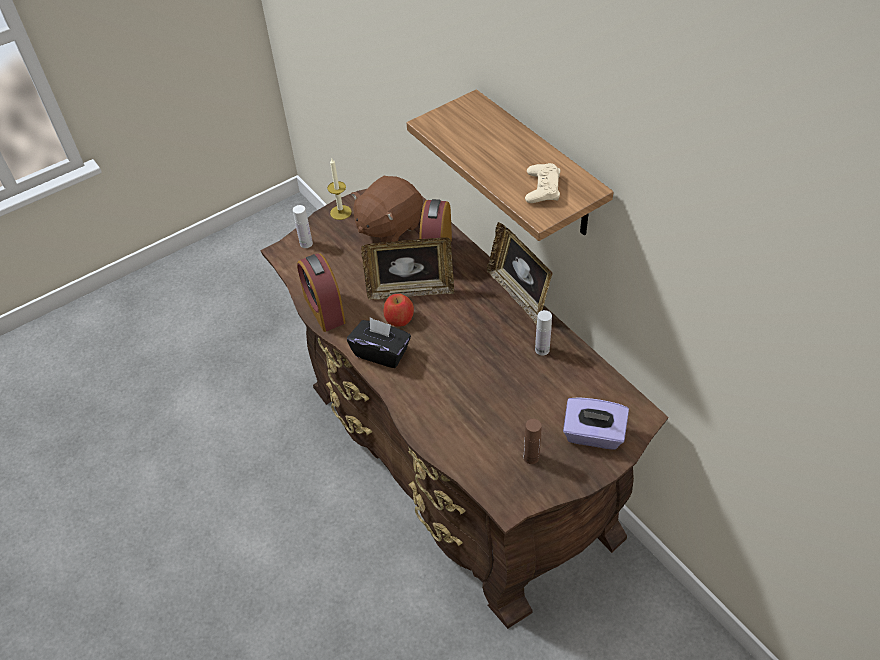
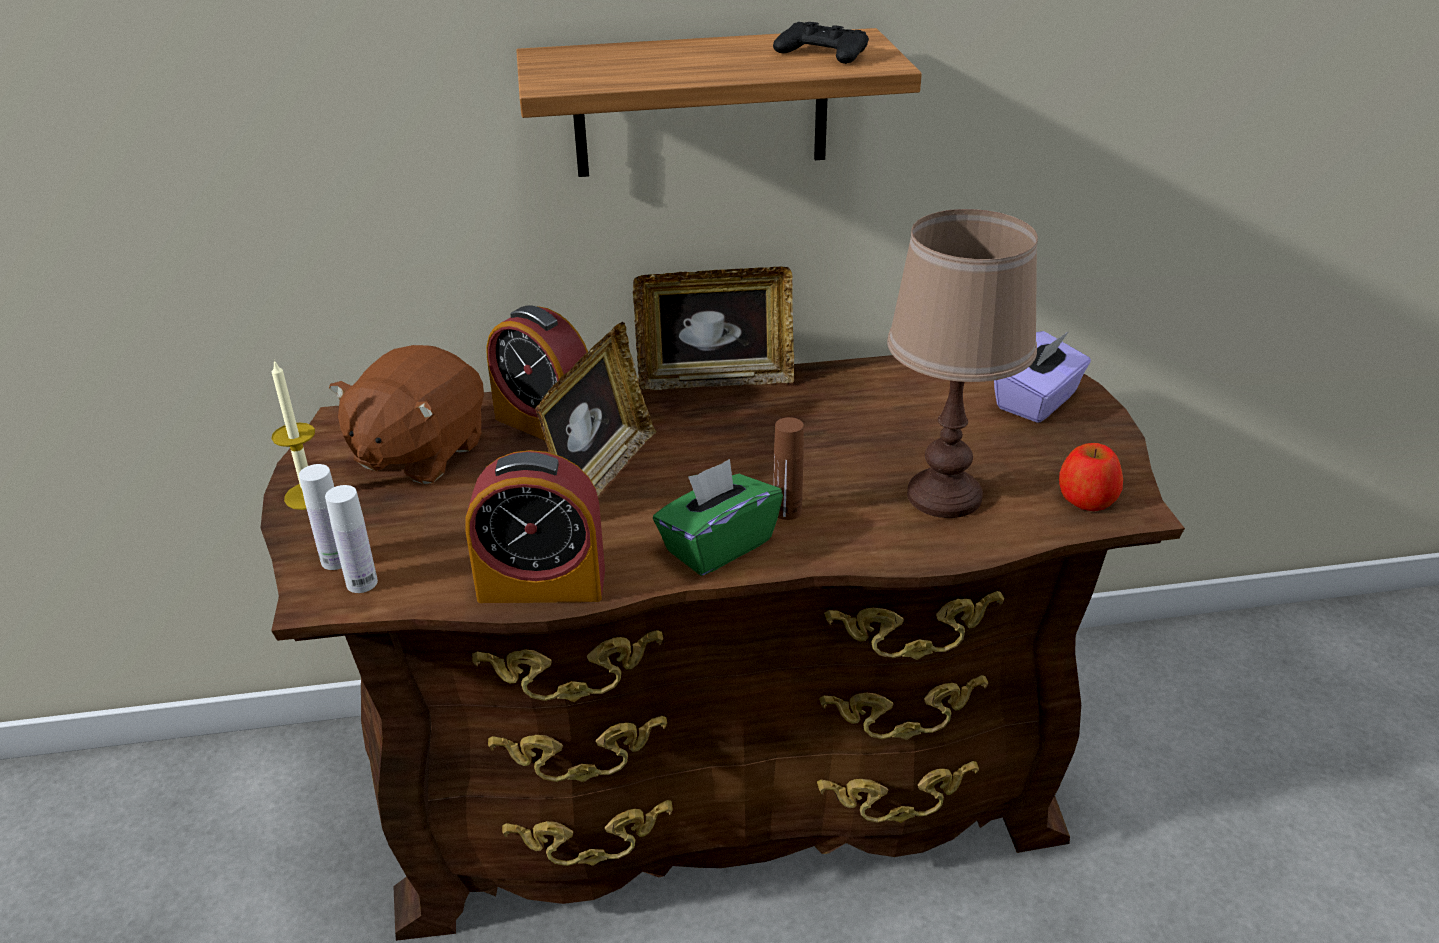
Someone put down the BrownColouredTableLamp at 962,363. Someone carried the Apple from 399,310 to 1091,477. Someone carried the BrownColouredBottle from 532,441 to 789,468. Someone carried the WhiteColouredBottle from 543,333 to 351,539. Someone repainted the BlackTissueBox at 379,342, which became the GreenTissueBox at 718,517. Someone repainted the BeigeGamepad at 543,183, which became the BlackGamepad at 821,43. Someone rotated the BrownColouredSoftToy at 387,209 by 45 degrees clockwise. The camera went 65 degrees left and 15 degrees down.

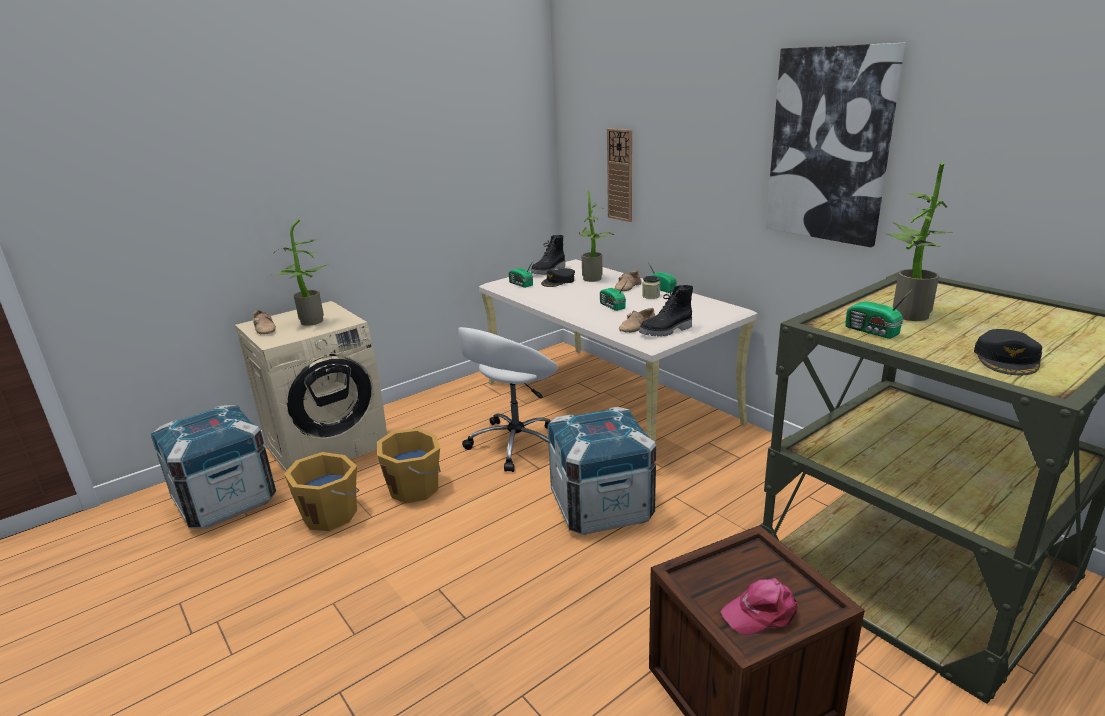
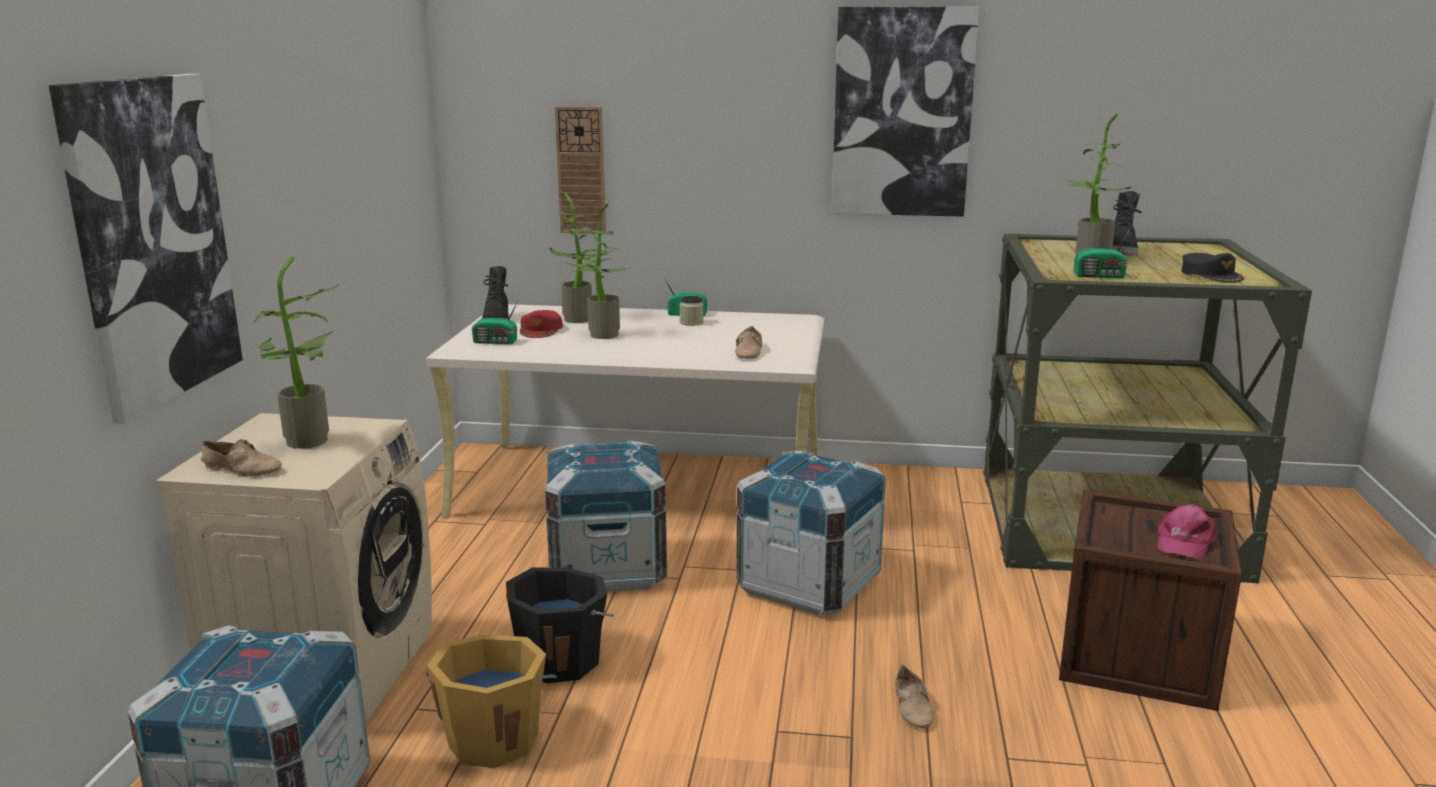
Someone took away the RadioSet at 613,296. Someone put up the WallPicture at 146,249. Someone put down the PlantInAPot at 594,271. Someone carried the BeigeItemOfFootwear from 628,281 to 914,696. Someone carried the BlackHighTopBoot from 666,311 to 1127,223. Someone swapped the WhiteColouredOfficeChair at 508,399 for the ShippingCrate at 606,516. Someone repainted the OrangeyBucket at 409,466, which became the BlackBucket at 560,625. Someone repainted the BlackPeakedCap at 558,277, which became the ReddishPeakedCap at 541,324. The camera went 45 degrees left and 5 degrees down.

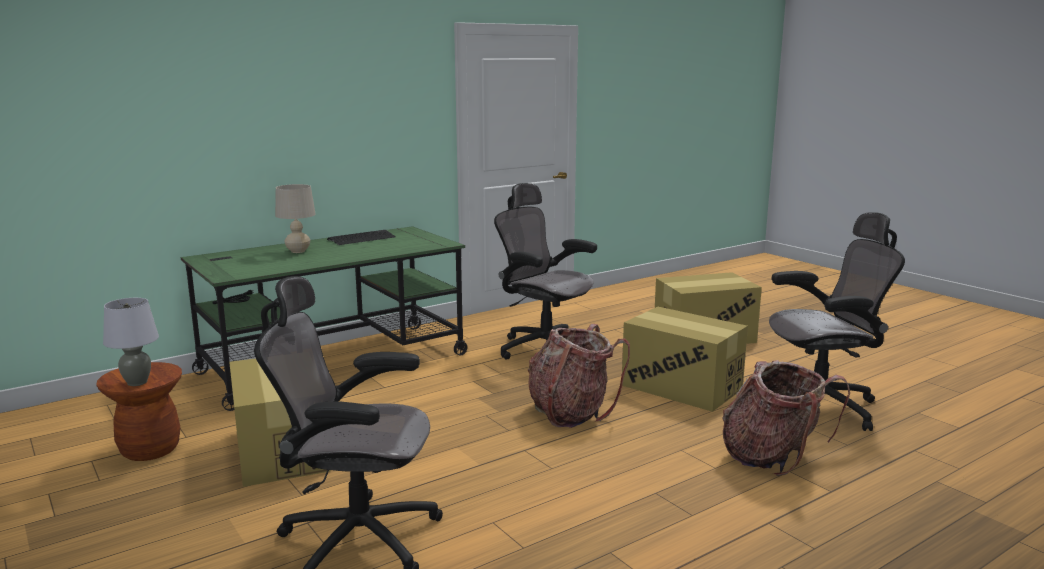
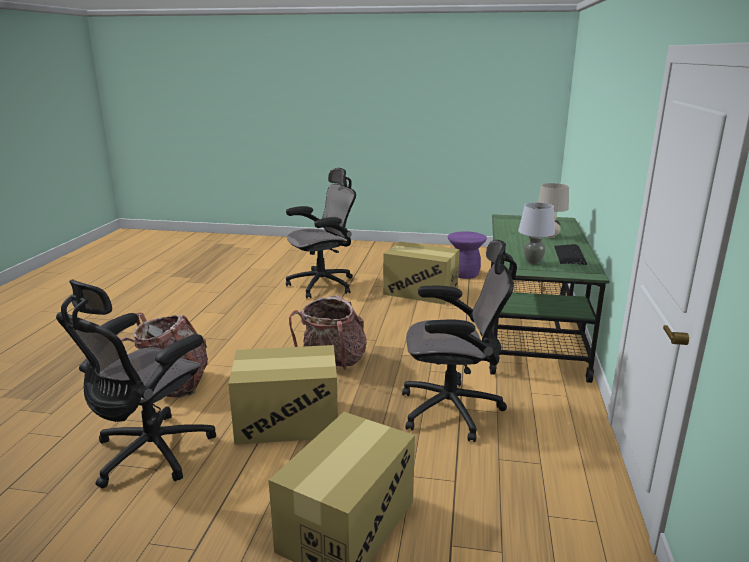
Someone carried the GrayTableLamp from 131,342 to 536,233. Someone repainted the BrownColouredStoolSeat at 139,411, which became the PurplishStoolSeat at 467,255. The camera went 135 degrees right and 5 degrees up.

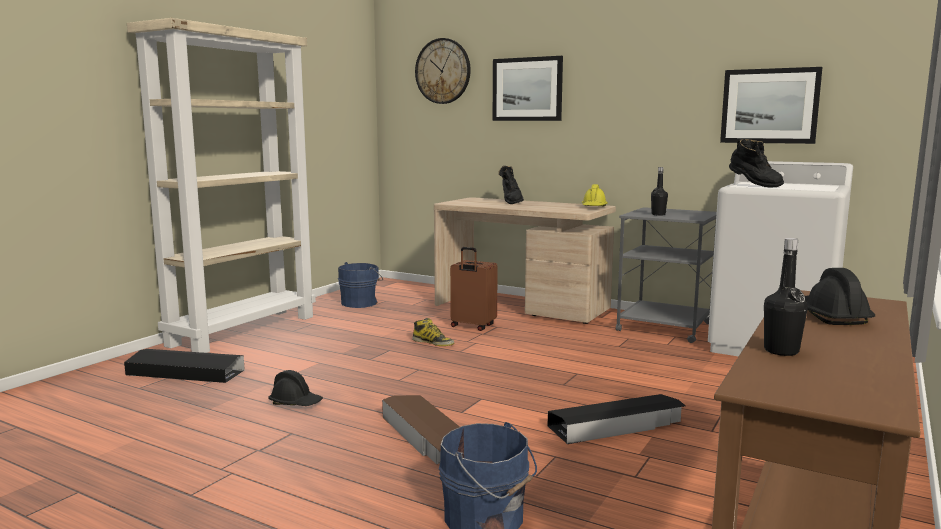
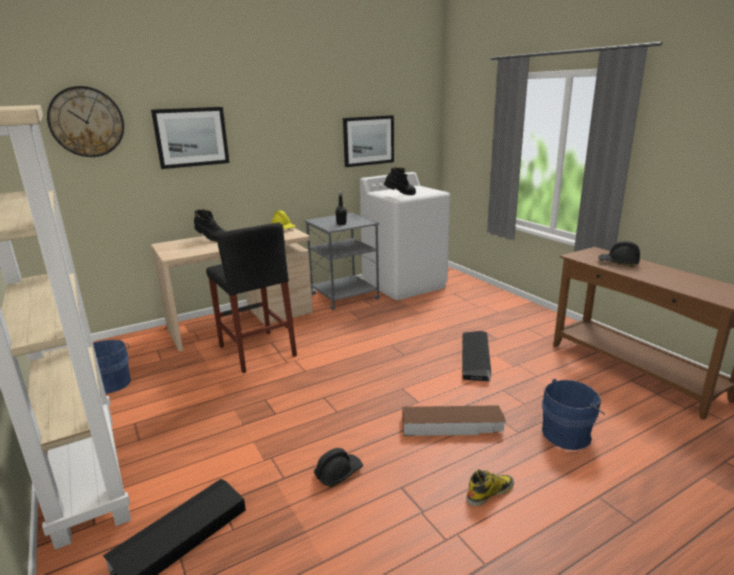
Someone took away the BlackBottle at 786,297. Someone carried the HighTopBoot from 433,332 to 490,487. Someone swapped the BrownColouredTravelCase at 474,289 for the BlackStoolSeat at 251,298. The camera went 60 degrees left and 10 degrees up.

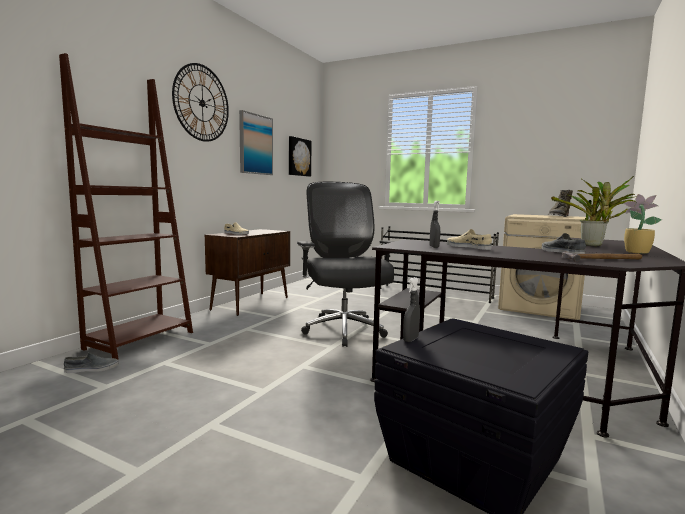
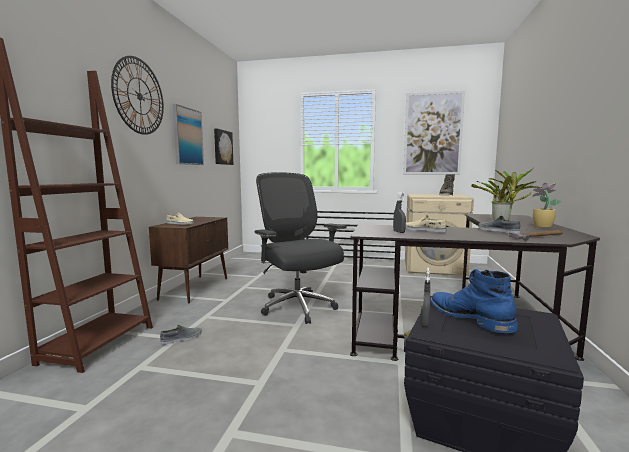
Someone put up the WallPicture at 434,132. Someone put down the BluishHighTopBoot at 474,301. Someone carried the GrayItemOfFootwear from 91,362 to 181,335. The camera went 15 degrees left and 0 degrees up.

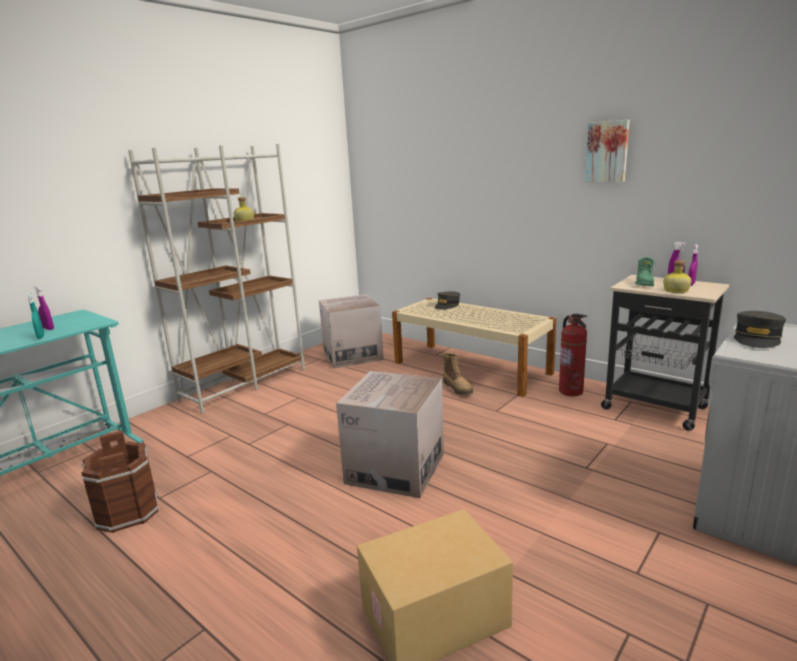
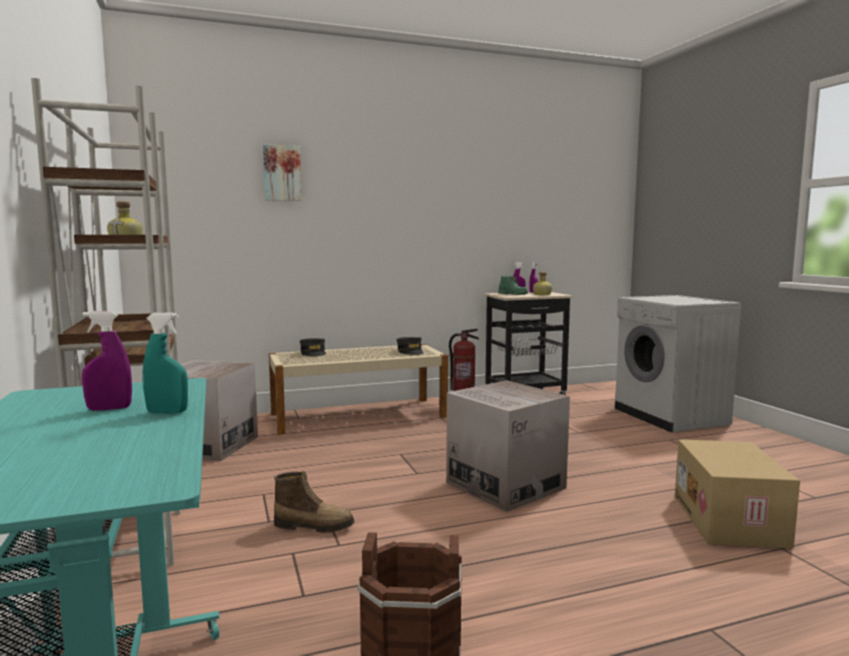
Someone carried the HighTopBoot from 458,374 to 314,502. Someone carried the WallPicture from 607,151 to 282,172. Someone carried the GrayPeakedCap from 760,329 to 410,346. The camera went 60 degrees left and 10 degrees down.

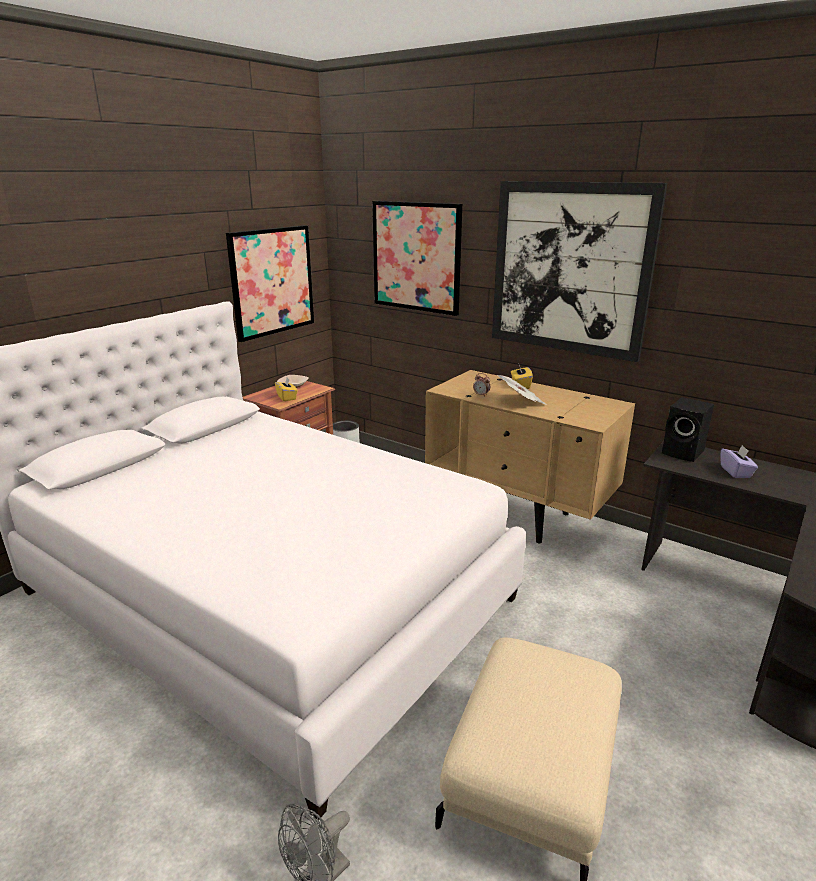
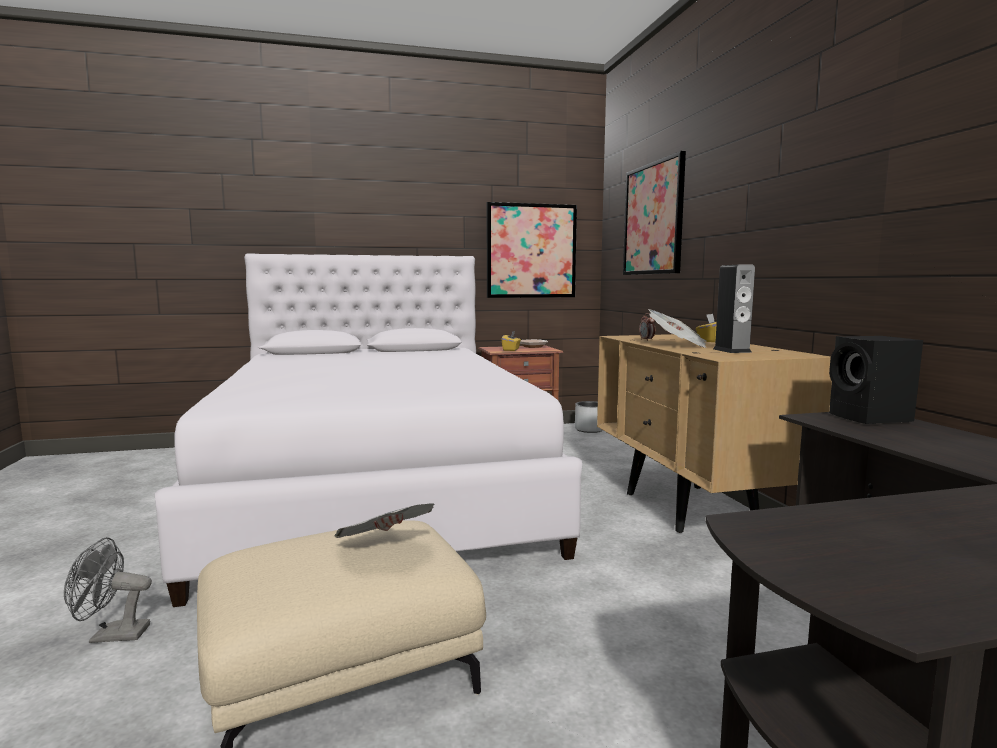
Someone took away the WallPicture at 580,271. Someone took away the PurplishTissueBox at 739,461. Someone put down the DailyPaper at 384,520. Someone put down the Speaker at 734,308. The camera went 40 degrees right and 15 degrees down.

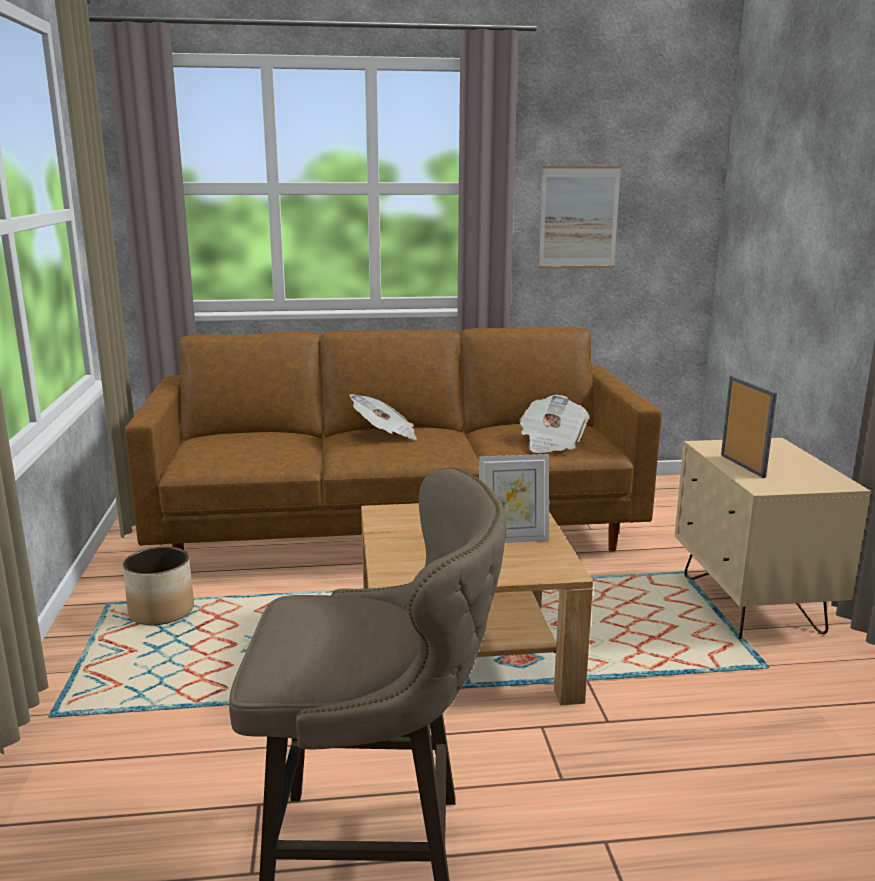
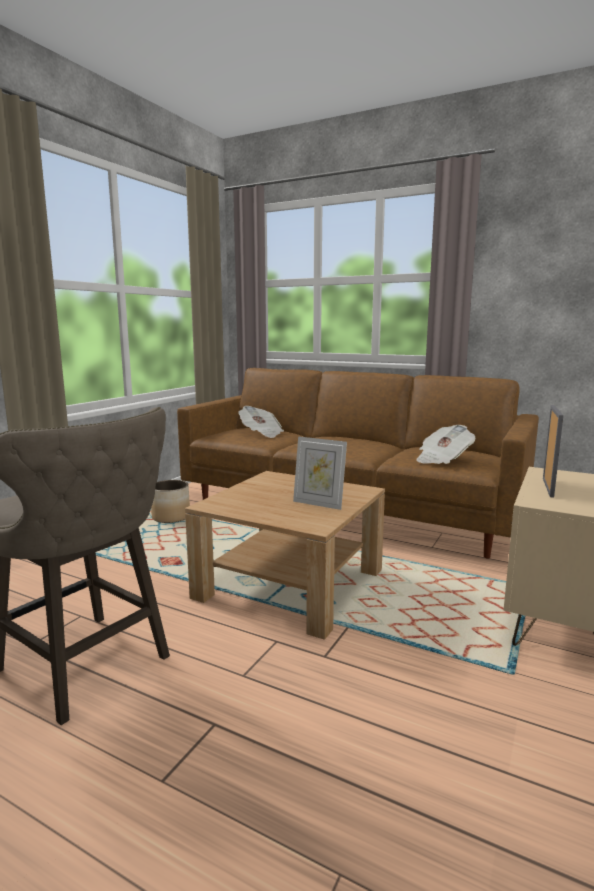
Someone took away the WallPicture at 580,217. Someone carried the DailyPaper from 383,417 to 261,422. The camera went 35 degrees right and 5 degrees down.

